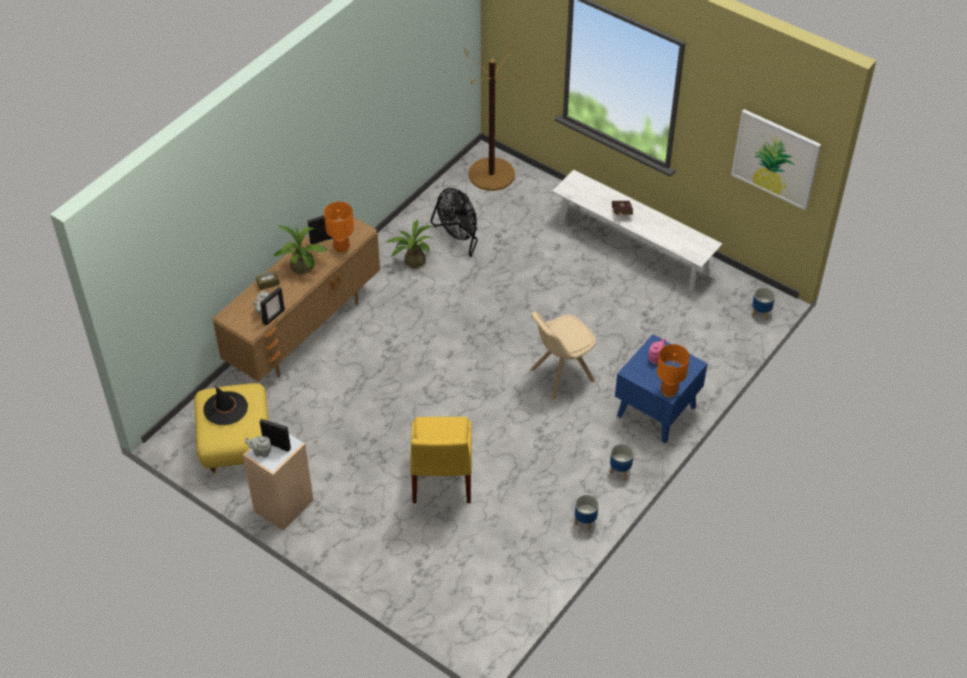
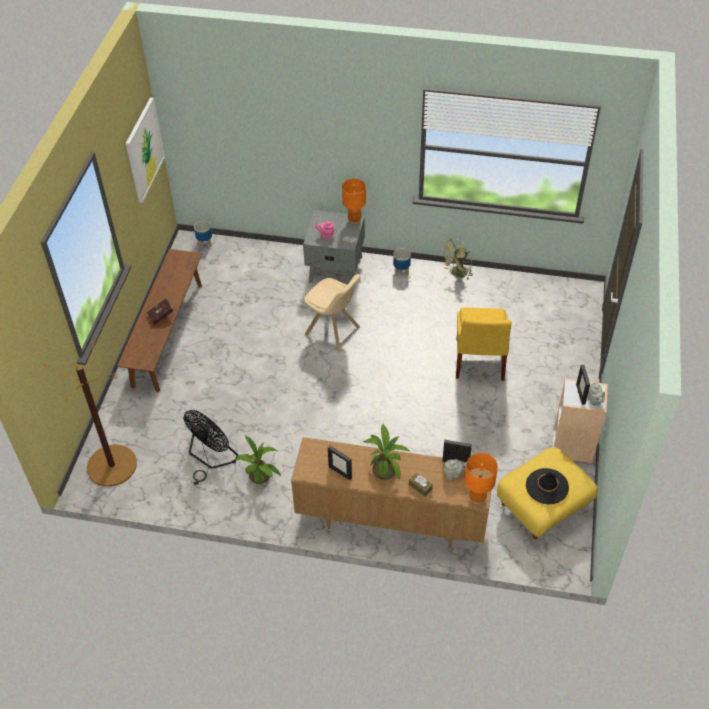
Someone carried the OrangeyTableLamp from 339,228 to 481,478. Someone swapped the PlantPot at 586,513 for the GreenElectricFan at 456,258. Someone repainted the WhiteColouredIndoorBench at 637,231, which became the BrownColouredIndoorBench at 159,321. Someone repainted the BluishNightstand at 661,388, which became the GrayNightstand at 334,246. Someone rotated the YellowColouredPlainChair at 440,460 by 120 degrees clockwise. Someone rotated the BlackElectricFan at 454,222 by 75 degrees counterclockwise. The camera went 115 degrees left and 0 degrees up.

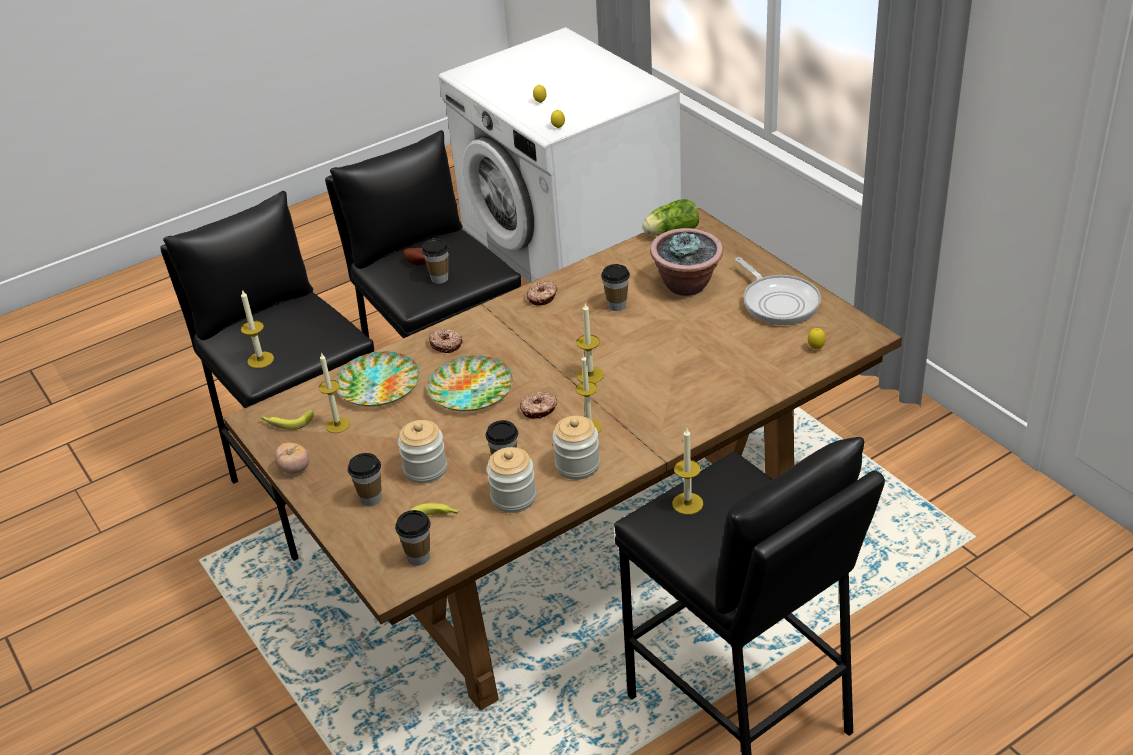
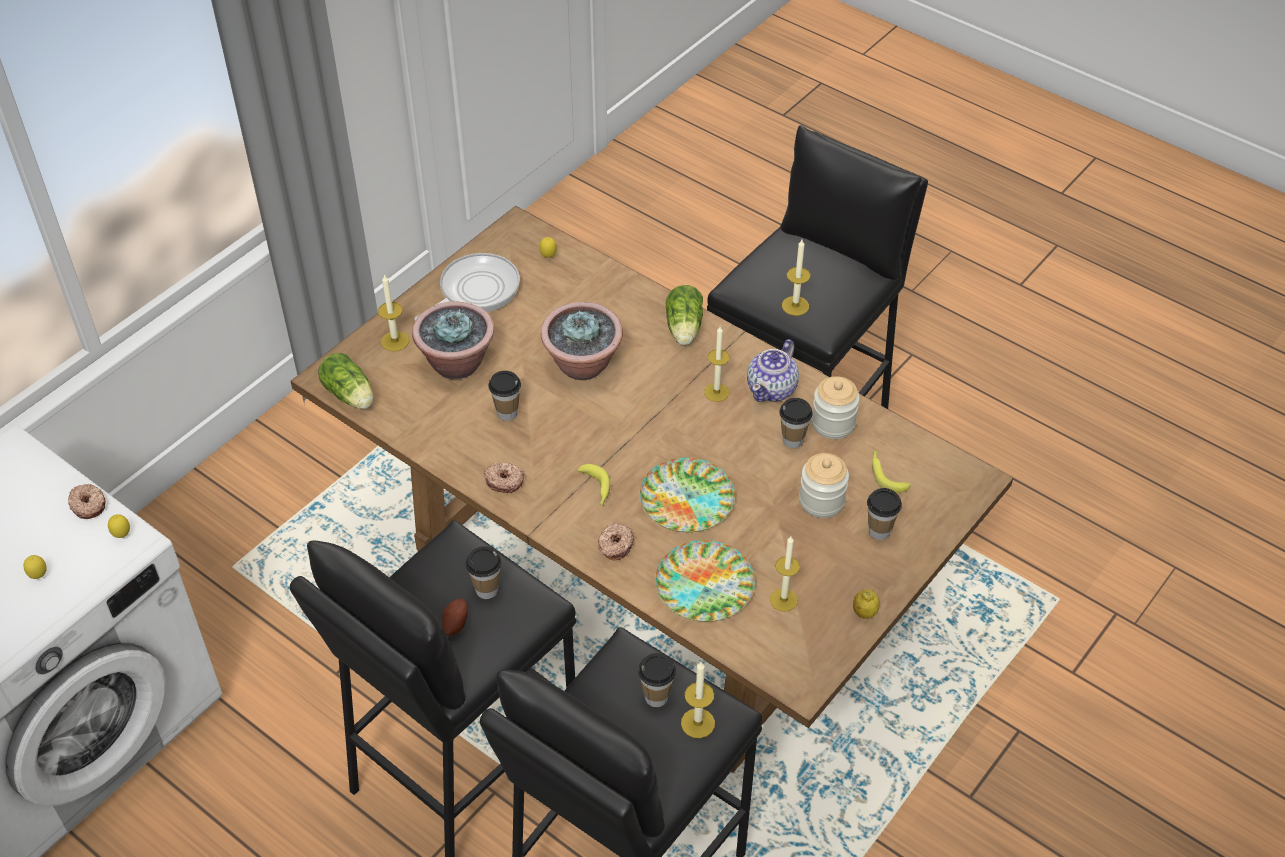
Someone put down the PlantInAPot at 582,341. Someone put down the HeadOfLettuce at 684,315. Someone carried the BananaFruit from 287,420 to 593,485. Someone carried the DrinkingCup from 413,538 to 657,680. Someone carried the Donut from 539,405 to 87,501. Someone carried the WaxCandle from 590,343 to 393,312. Someone swapped the FreshTomato at 292,458 for the CitrusFruit at 866,604. Someone swapped the Jar at 576,448 for the TeaPot at 773,370. The camera went 110 degrees left and 10 degrees up.

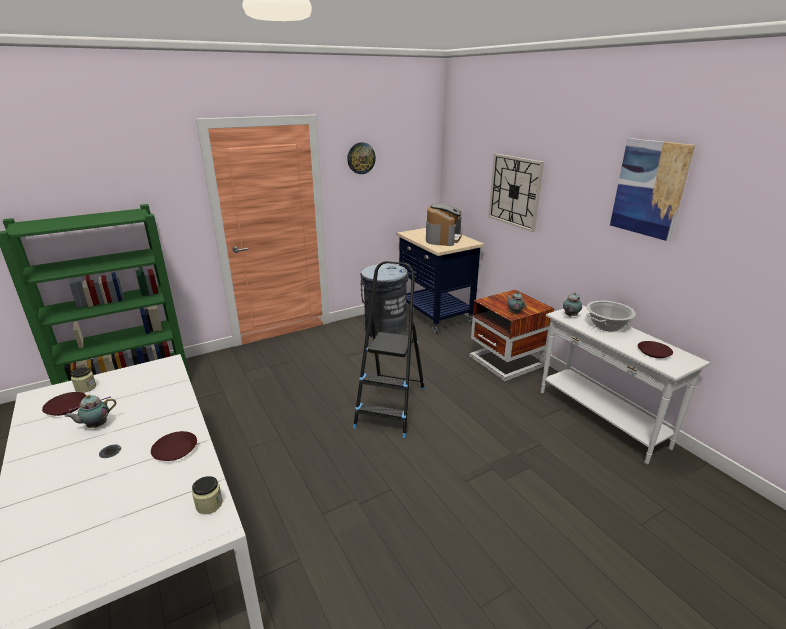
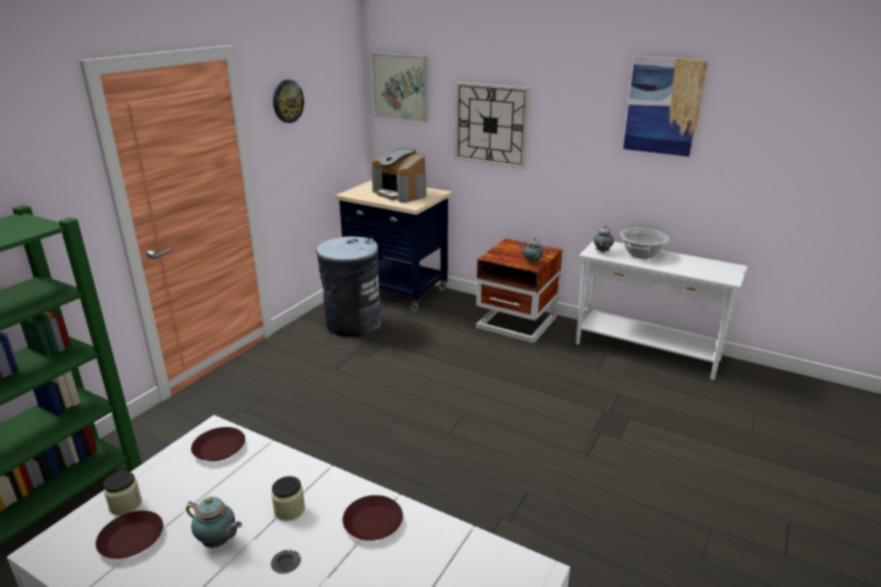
Someone took away the BlackStepStool at 389,349. Someone put up the WallPicture at 400,87. Someone carried the Jar from 207,495 to 288,498. Someone carried the BrownColouredPlate from 655,349 to 218,444. Someone rotated the TeaPot at 90,411 by 90 degrees counterclockwise. Someone rotated the CoffeeMaker at 444,224 by 150 degrees clockwise. The camera went 30 degrees left and 0 degrees up.

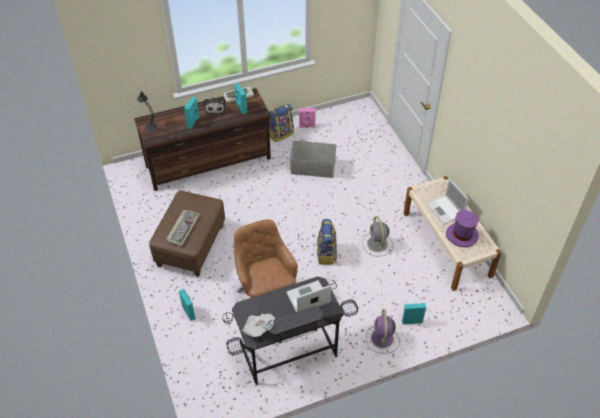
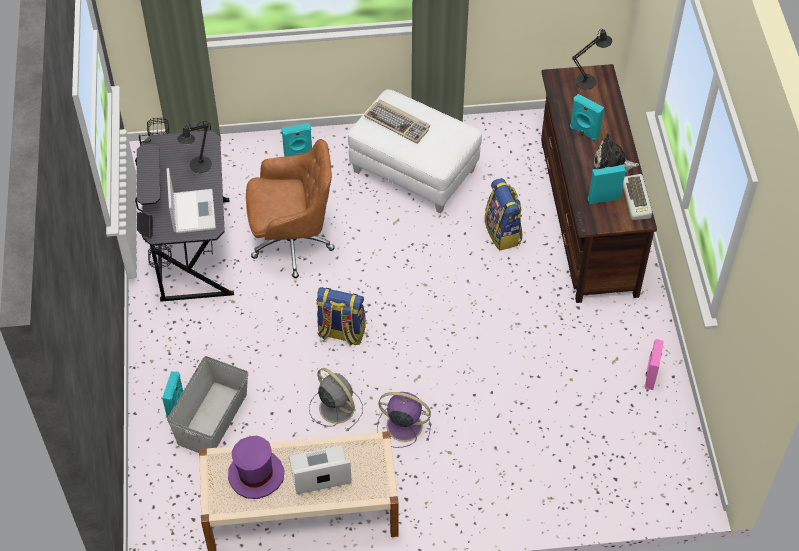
Someone took away the DailyPaper at 258,325. Someone put down the BlackTableLamp at 194,147. Someone carried the Knapsack from 281,122 to 504,214. Someone carried the GrayStorageBin from 313,159 to 207,404. Someone carried the PurplishElectricFan from 383,331 to 404,420. Someone repainted the BrownColouredPouffe at 187,234, which became the WhiteColouredPouffe at 415,151. Someone rotated the GrayElectricFan at 378,236 by 45 degrees clockwise. The camera went 105 degrees right and 5 degrees up.

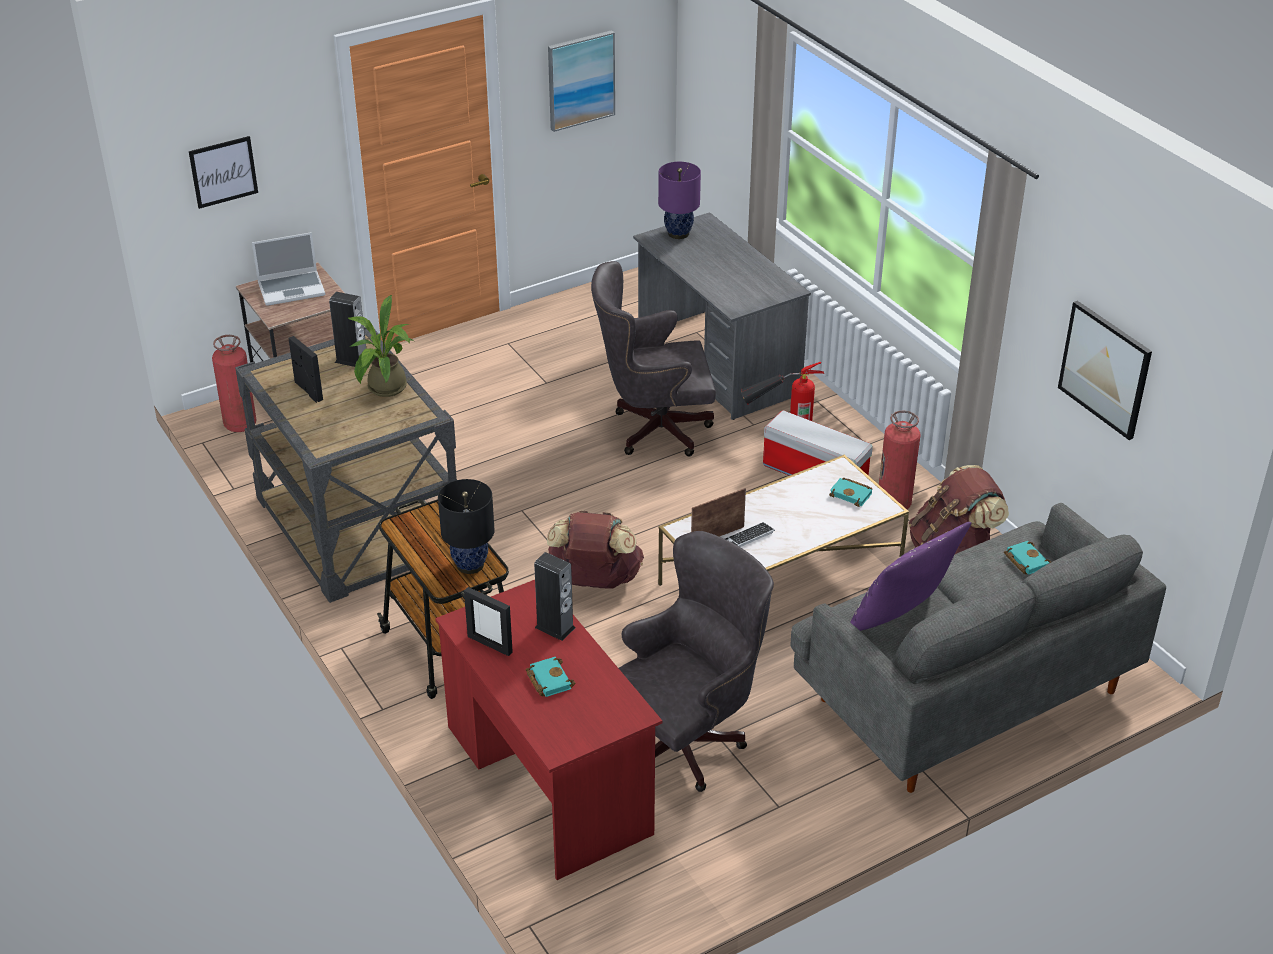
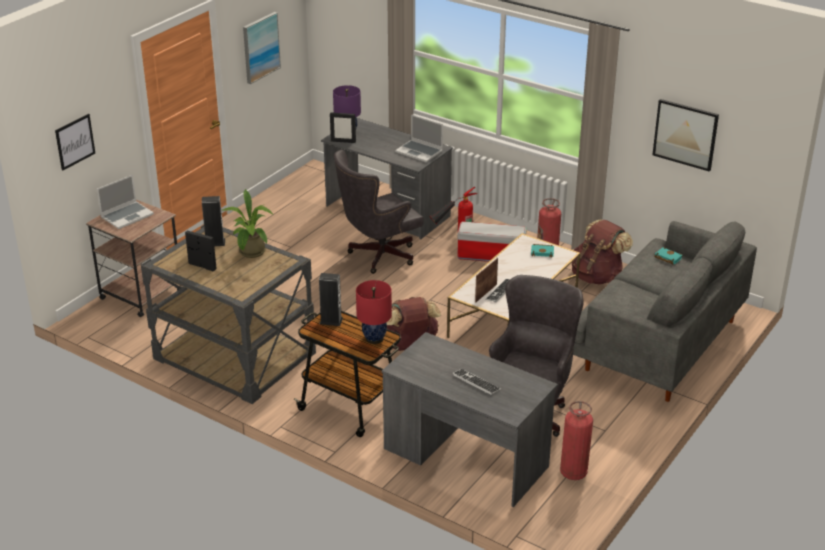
Someone took away the PurplishThrowPillow at 910,576. Someone put down the PortableComputer at 419,138. Someone carried the Extinguisher from 234,383 to 576,440. Someone carried the PhotoFrame from 488,621 to 343,127. Someone carried the Speaker from 555,596 to 331,299. Someone swapped the TurquoiseBoundBook at 550,677 for the Keyboard at 476,382. Someone repainted the ReddishDesk at 548,730, which became the GrayDesk at 470,419. Someone repainted the BlackTableLamp at 466,526, which became the ReddishTableLamp at 374,312. The camera went 25 degrees left and 5 degrees down.

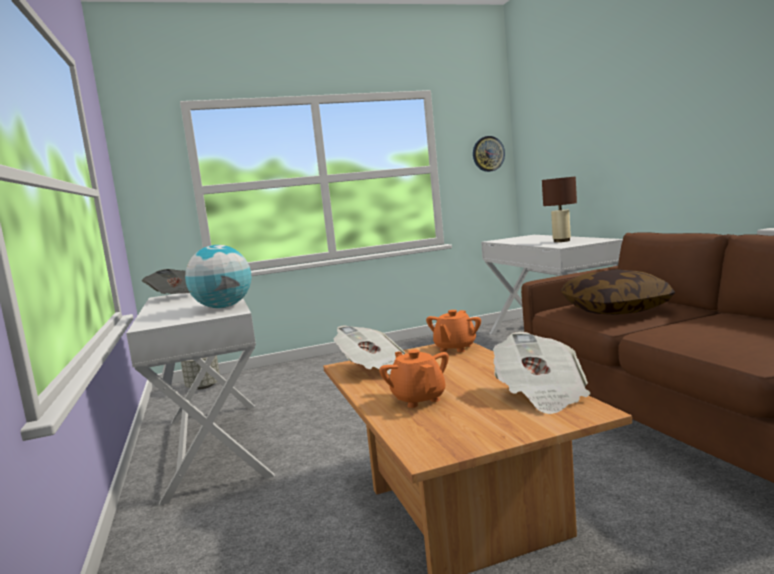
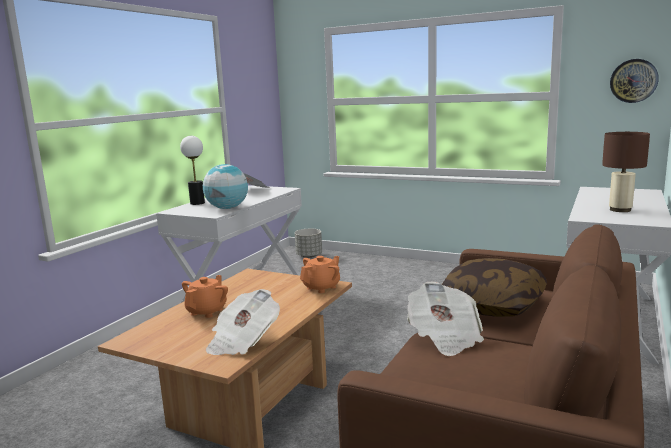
Someone put down the TableLamp at 192,170. Someone carried the DailyPaper from 369,350 to 445,318. Someone rotated the OrangeyTeaPot at 453,331 by 150 degrees clockwise. The camera went 45 degrees right and 5 degrees up.

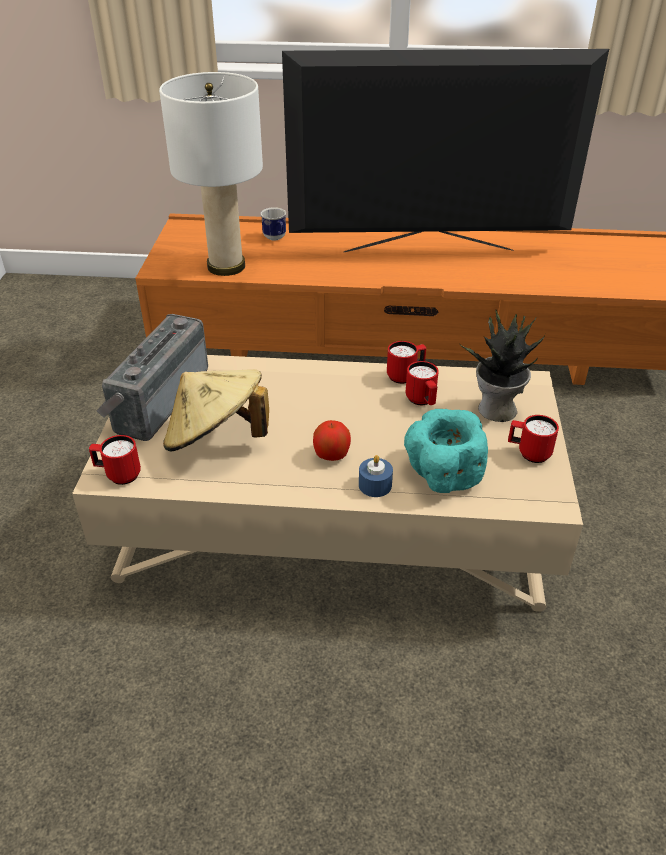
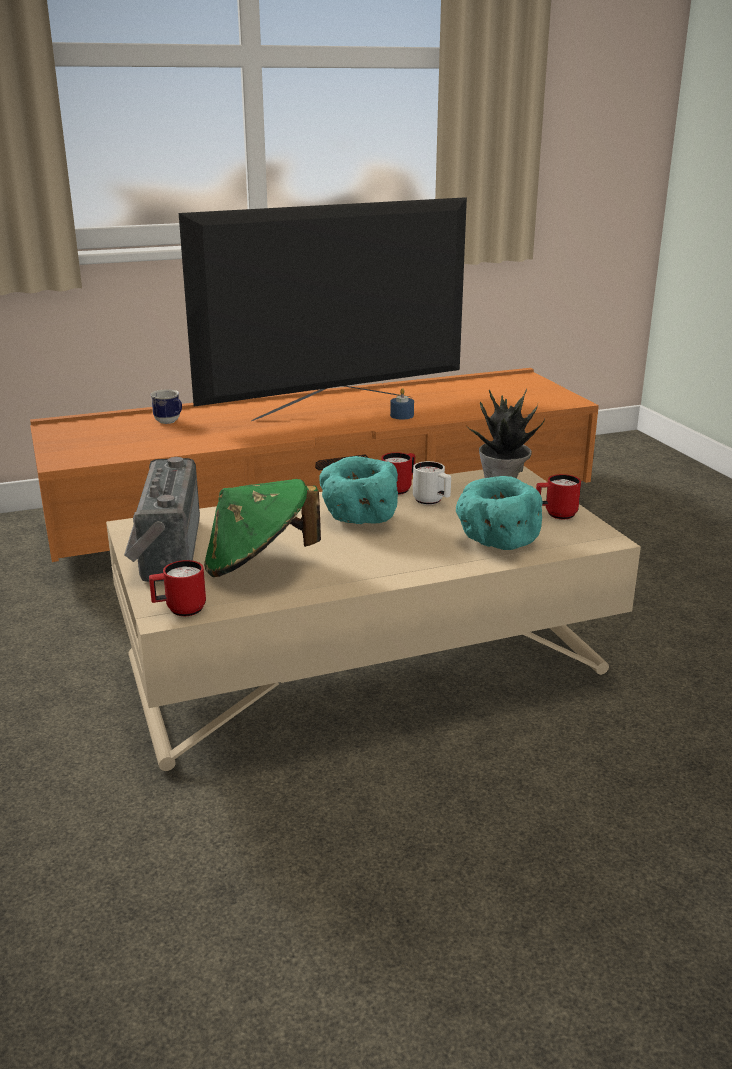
Someone took away the WhiteColouredTableLamp at 211,174. Someone took away the Apple at 332,440. Someone put down the TurquoiseServingBowl at 358,490. Someone carried the BluishWaxCandle from 376,476 to 402,404. Someone repainted the BeigeWearableHat at 216,410, which became the GreenWearableHat at 262,528. Someone repainted the ReddishCoffeeMug at 422,383, which became the WhiteColouredCoffeeMug at 432,483. The camera went 25 degrees left and 15 degrees down.

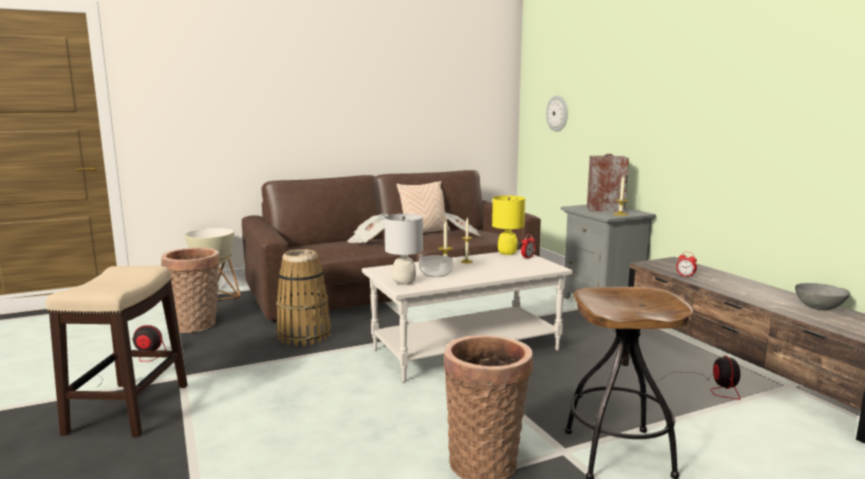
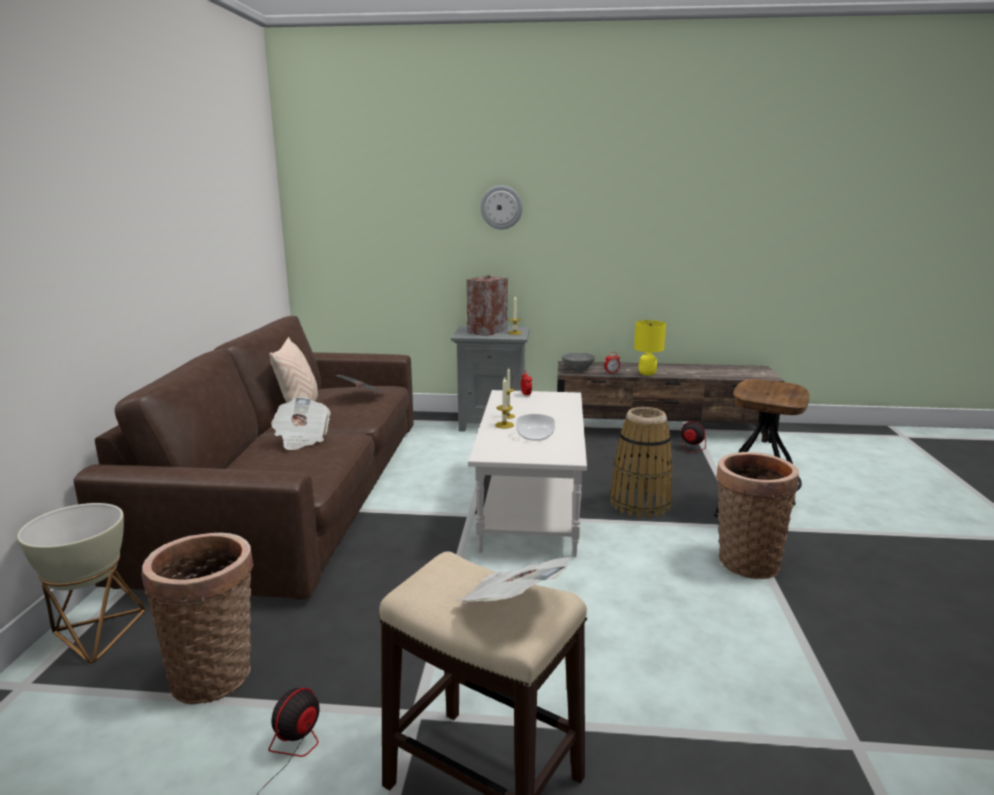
Someone took away the GrayTableLamp at 403,249. Someone put down the DailyPaper at 515,580. Someone carried the Basket from 303,297 to 641,462. Someone carried the YellowColouredTableLamp from 508,225 to 650,348. Someone carried the ClockOnTheWall from 557,114 to 501,207. Someone carried the GrayServingBowl from 822,296 to 578,362. The camera went 60 degrees left and 5 degrees up.

